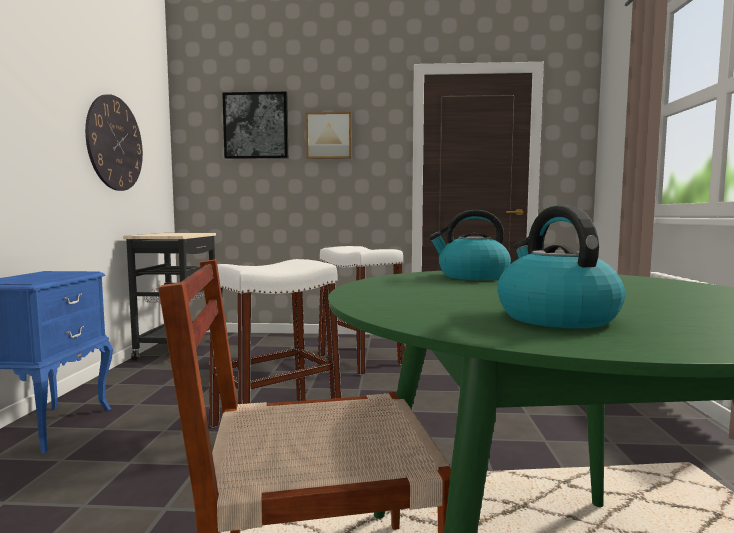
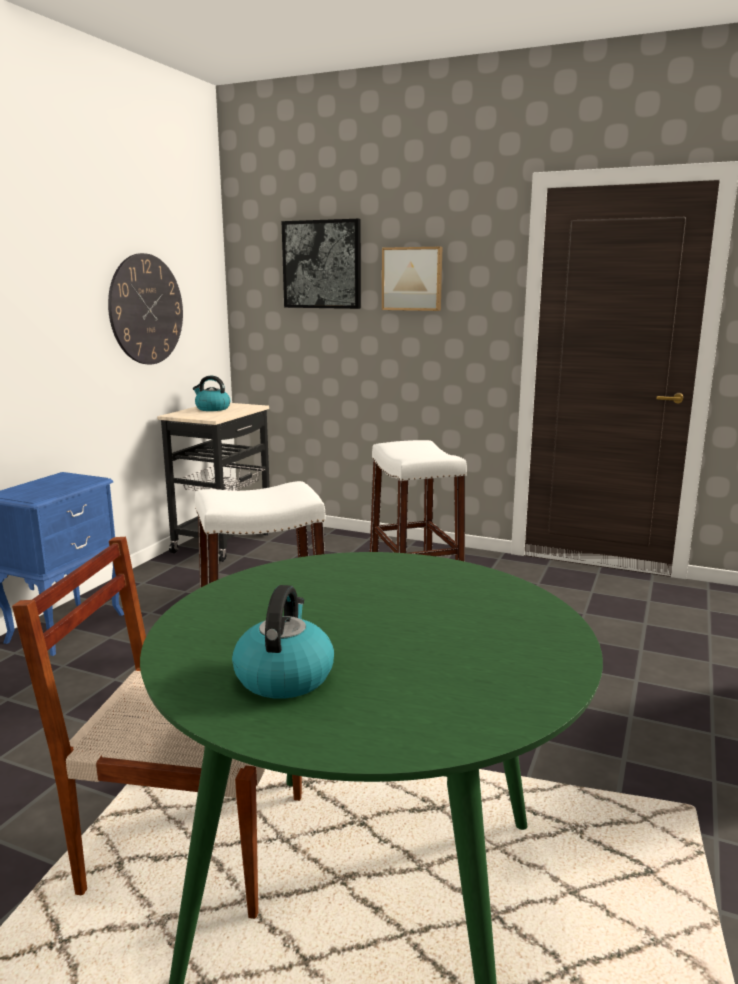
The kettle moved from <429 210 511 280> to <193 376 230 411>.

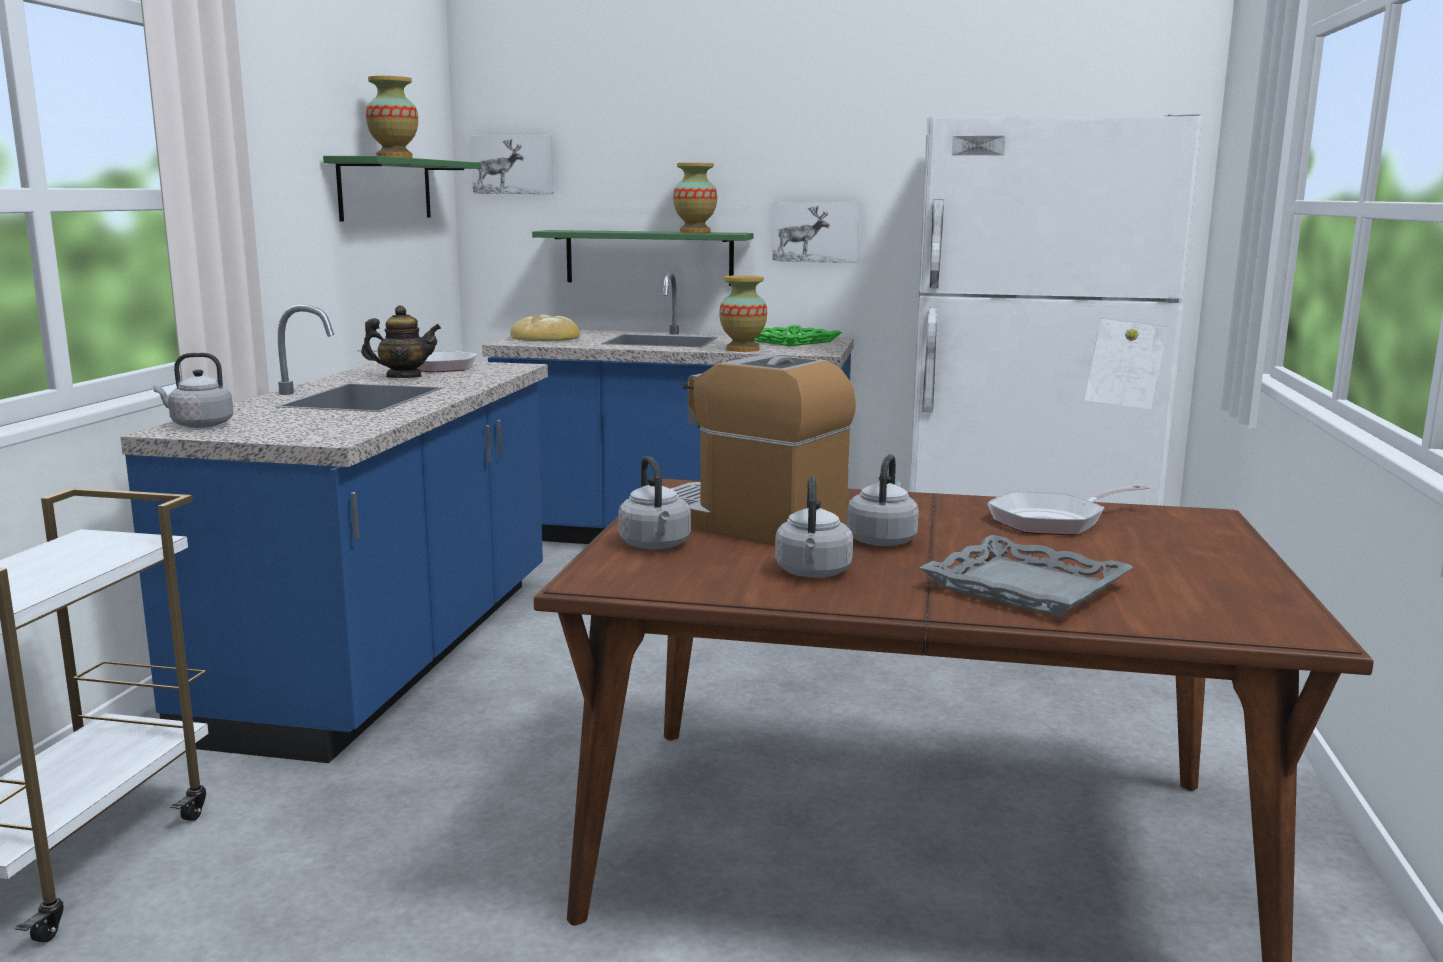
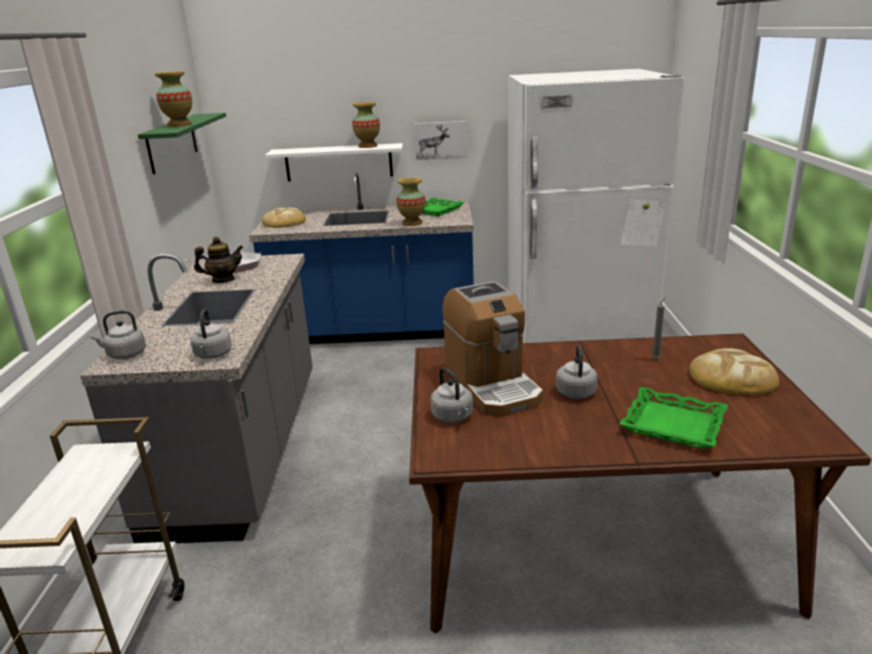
The blue counter at <120 305 548 763> became the grey counter at <80 254 313 543>.
The grey kettle moved from <775 476 853 578> to <190 309 232 359>.
The green shelf at <532 230 754 286> became the white shelf at <265 143 403 181>.
The coffee machine at <671 354 856 546> turned 135 degrees counterclockwise.
The grey tray at <919 535 1133 617> became the green tray at <620 387 728 449>.
The frying pan at <987 484 1150 535> was replaced by the grey candle at <652 298 665 360>.
The bread at <689 348 779 395> appeared.
The picture at <471 136 553 194> disappeared.

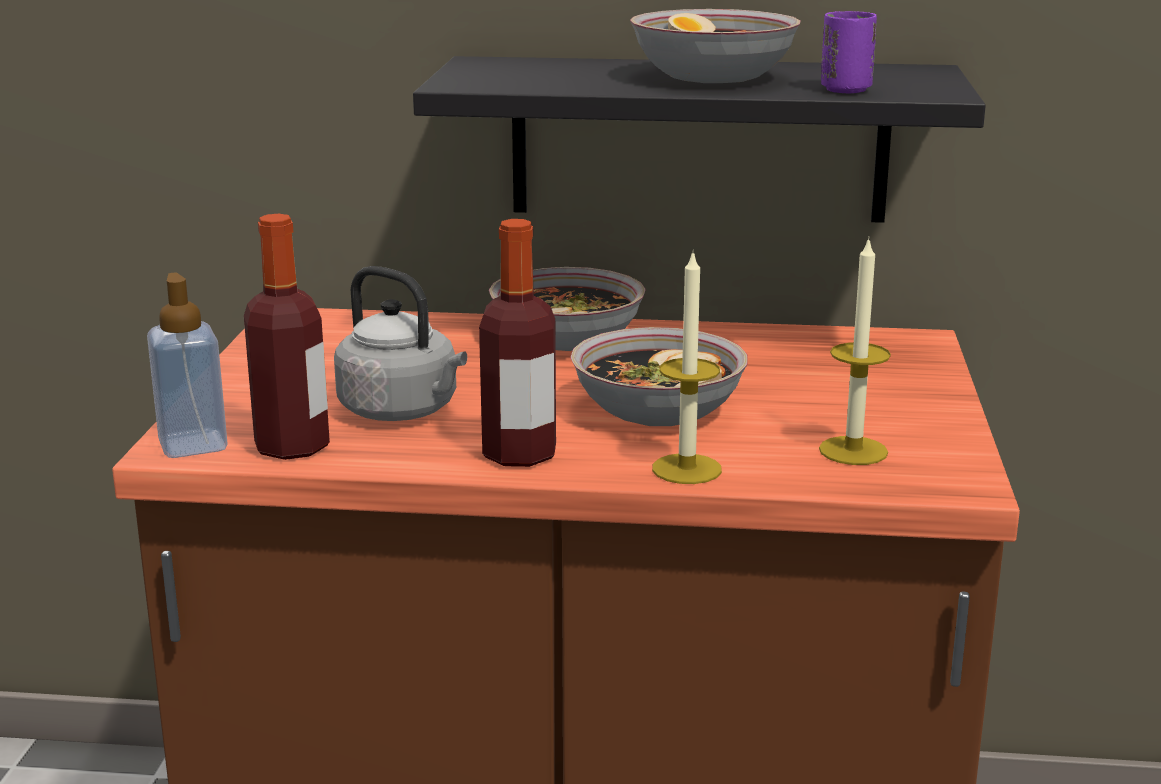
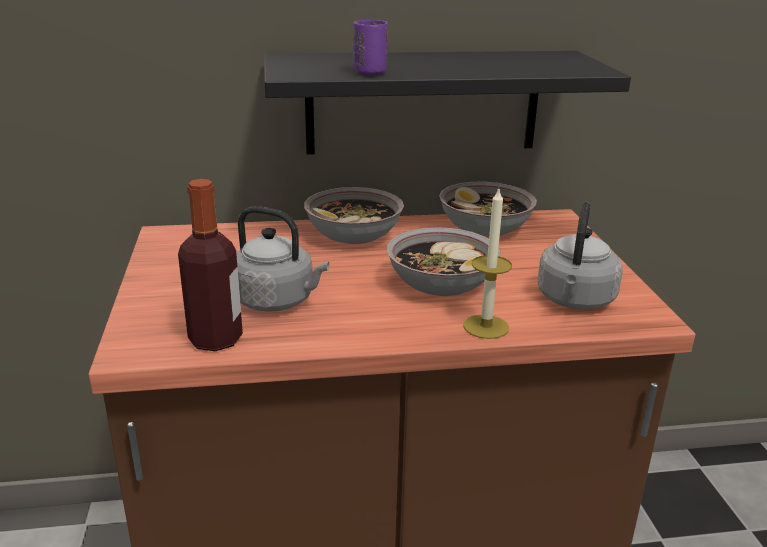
The purple cup moved from <821 11 877 93> to <353 20 388 76>.
The bowl moved from <630 9 801 83> to <439 182 537 237>.
The candle at <819 237 891 465> was replaced by the grey kettle at <538 202 623 310>.
The soap dispenser at <147 273 228 458> disappeared.
The bottle at <479 219 556 467> disappeared.

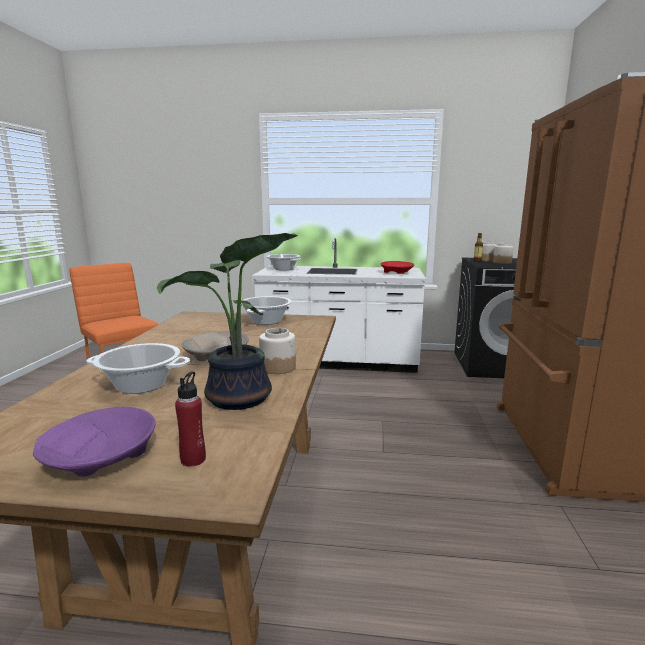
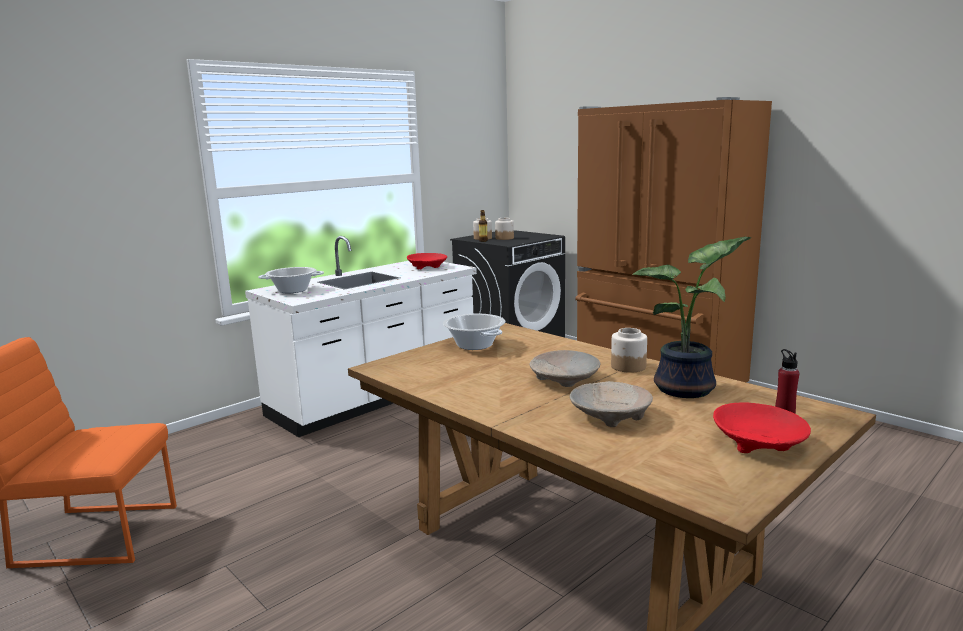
The cooking pot at <86 343 190 394> was replaced by the beige bowl at <570 381 653 427>.
The purple bowl at <33 407 156 477> became the red bowl at <713 402 811 453>.

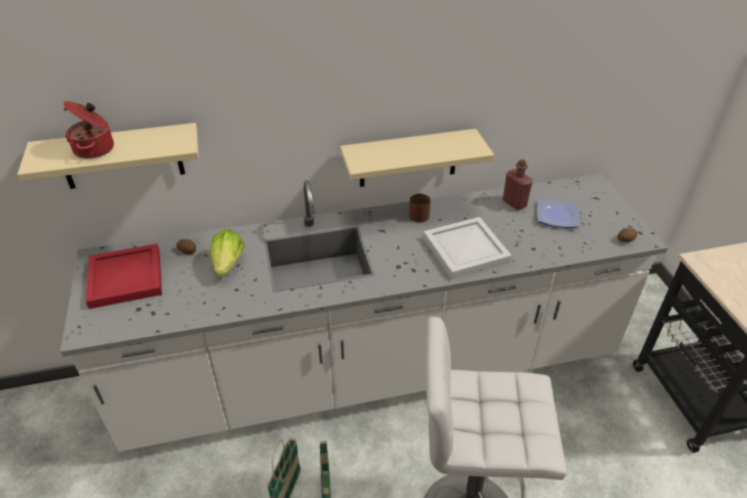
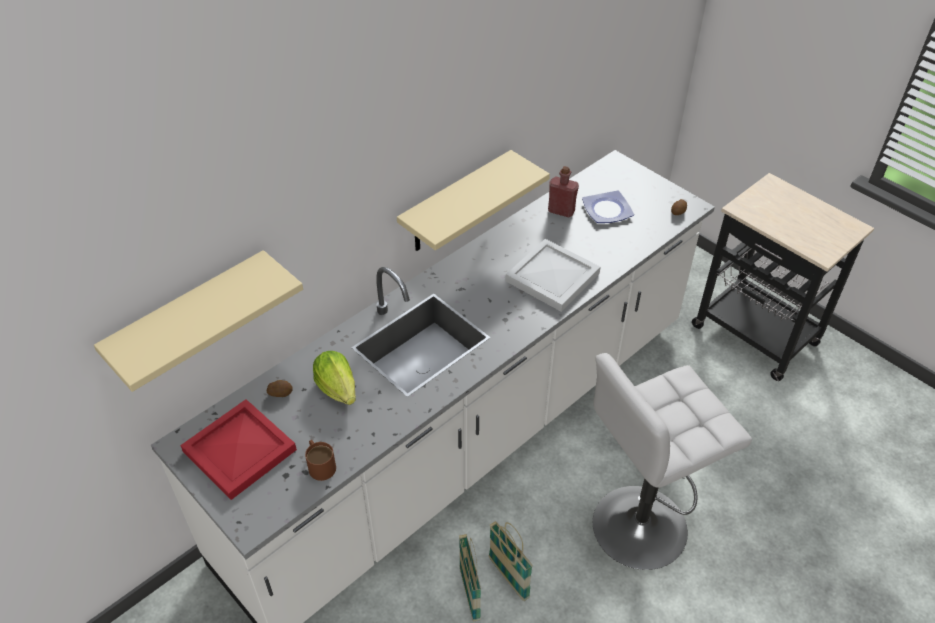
The brown mug moved from <409 193 431 222> to <305 440 336 481>.
The cooking pot at <63 101 114 159> disappeared.

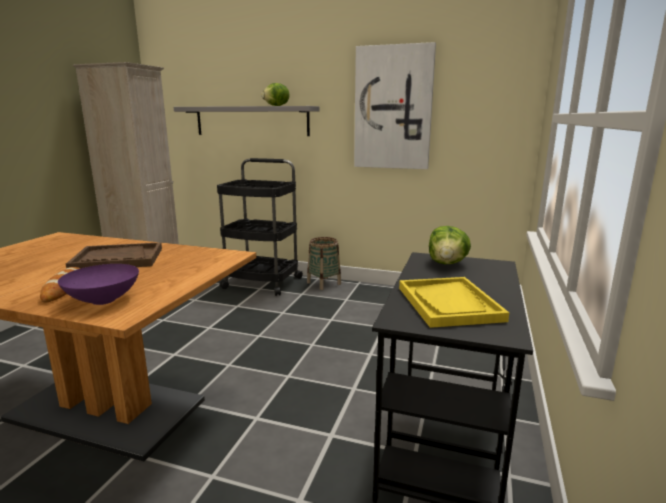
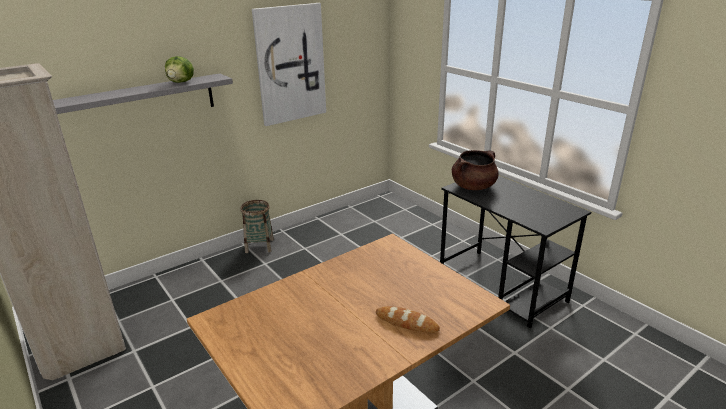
The lettuce at <429 226 471 264> was replaced by the brown cooking pot at <452 150 499 190>.
The purple bowl at <58 264 139 305> disappeared.
The brown tray at <66 242 162 269> disappeared.
The black cart at <217 158 303 296> disappeared.
The yellow tray at <399 277 509 328> disappeared.

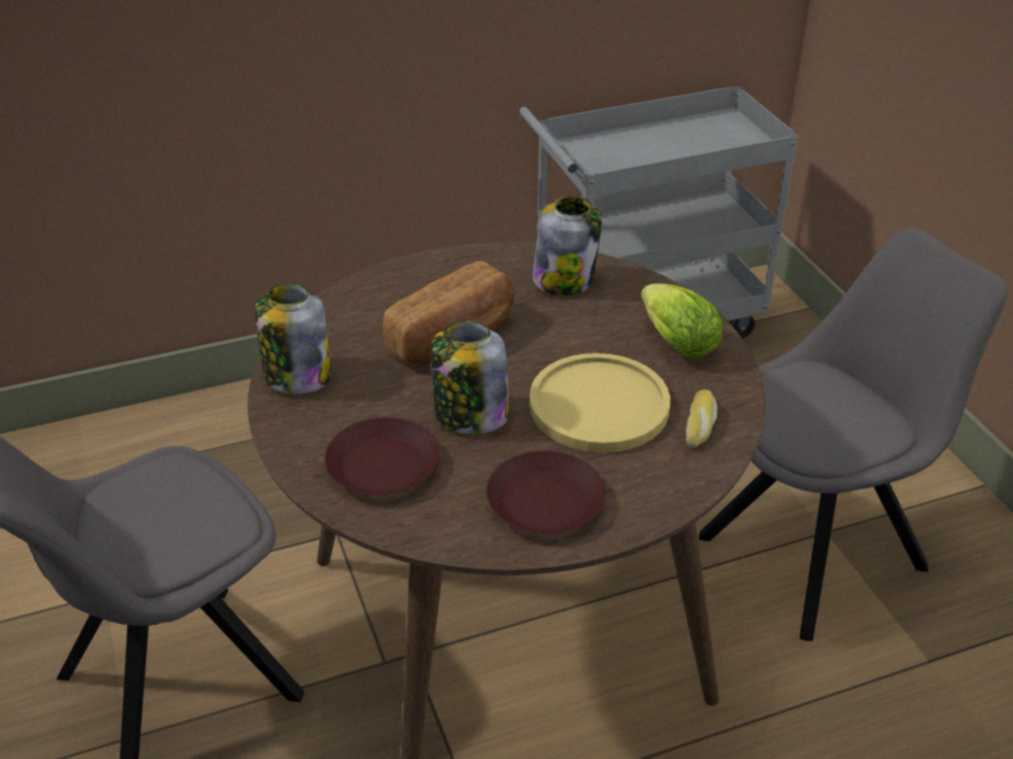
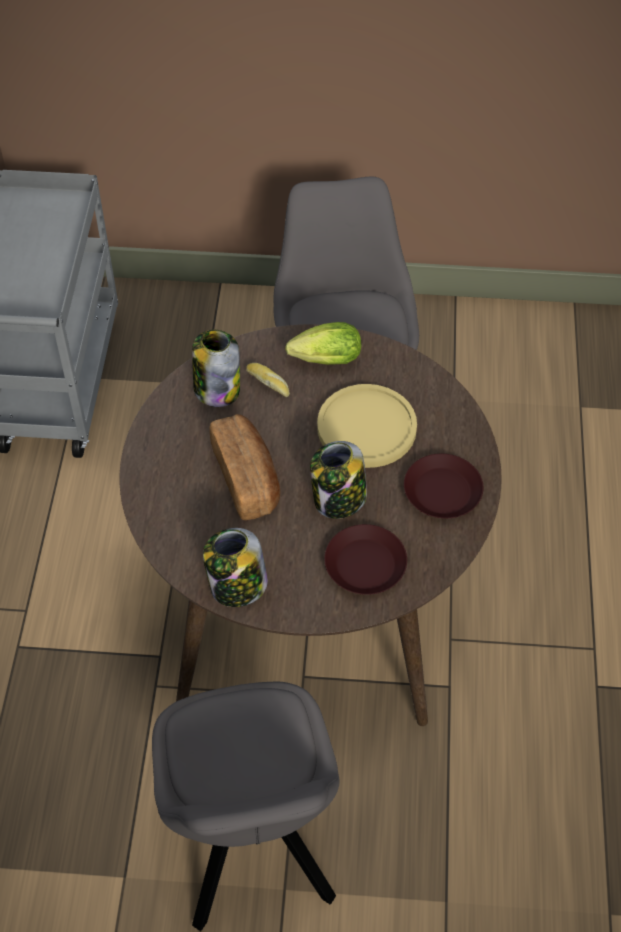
The bread moved from <686 390 717 448> to <246 363 290 397>.

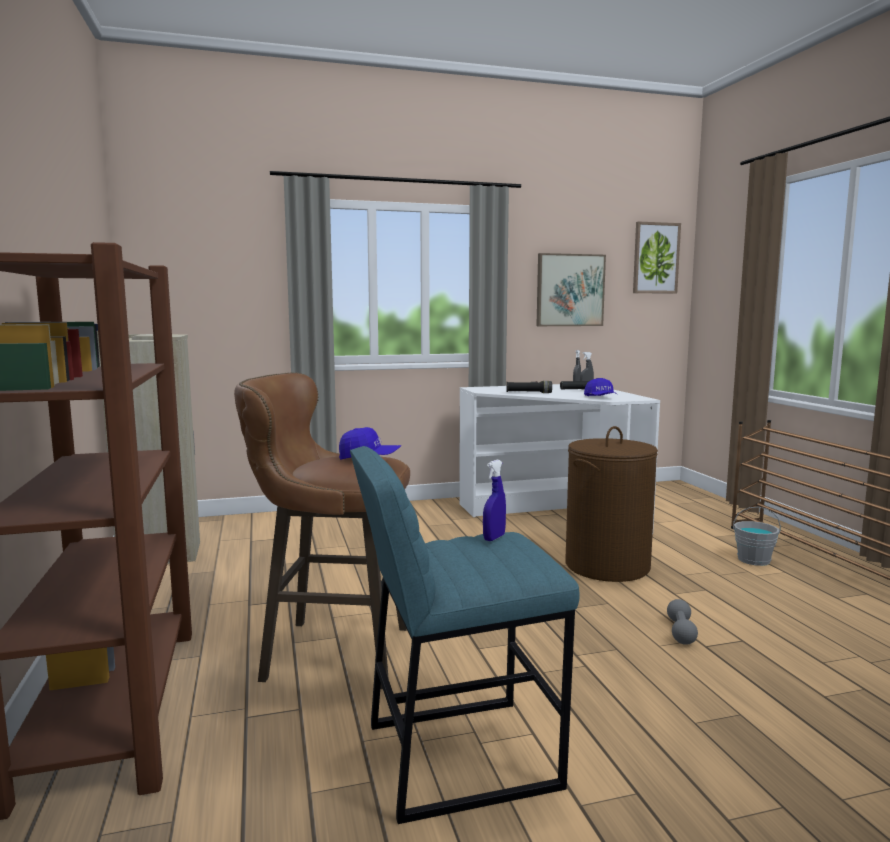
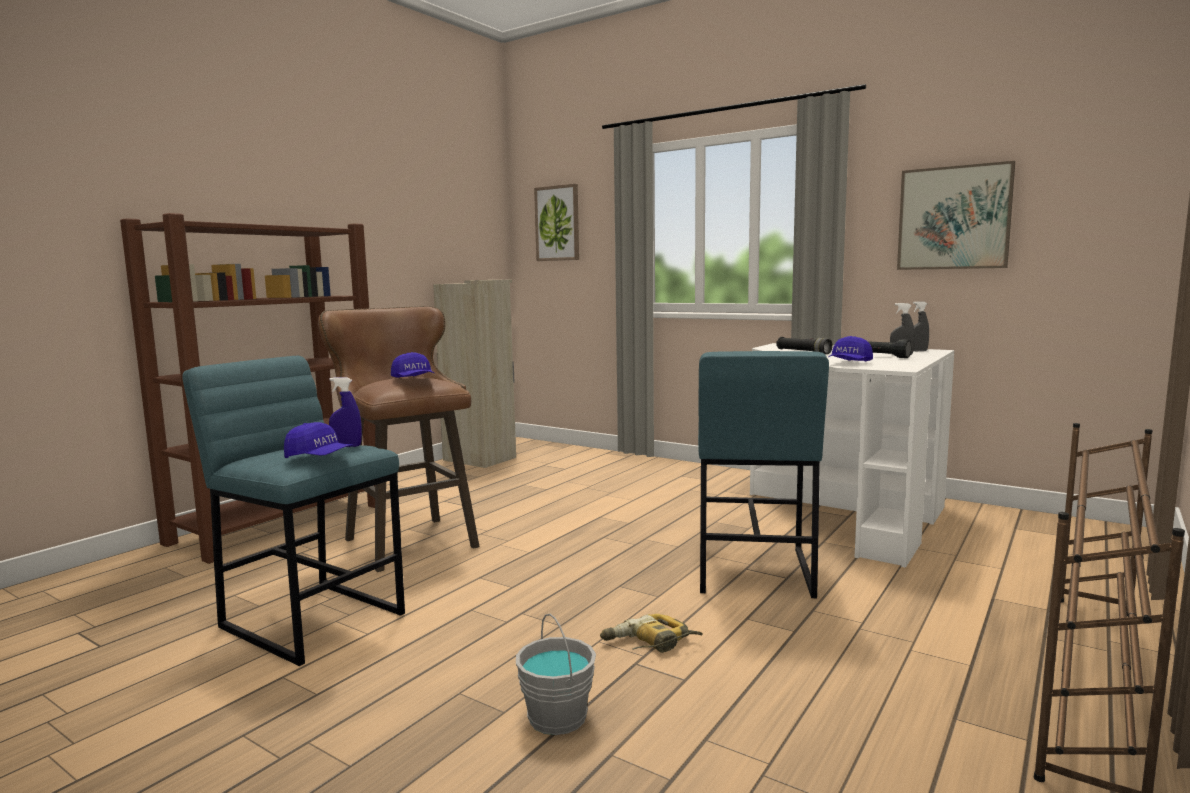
The blue cap at <284 422 354 458> appeared.
The grey bucket moved from <733 507 781 566> to <516 614 596 735>.
The picture moved from <633 221 681 294> to <534 184 579 261>.
The grey dumbbell at <667 599 698 645> was replaced by the power drill at <600 614 703 653>.
The brown laundry basket at <565 426 658 582> was replaced by the blue stool at <698 351 829 598>.

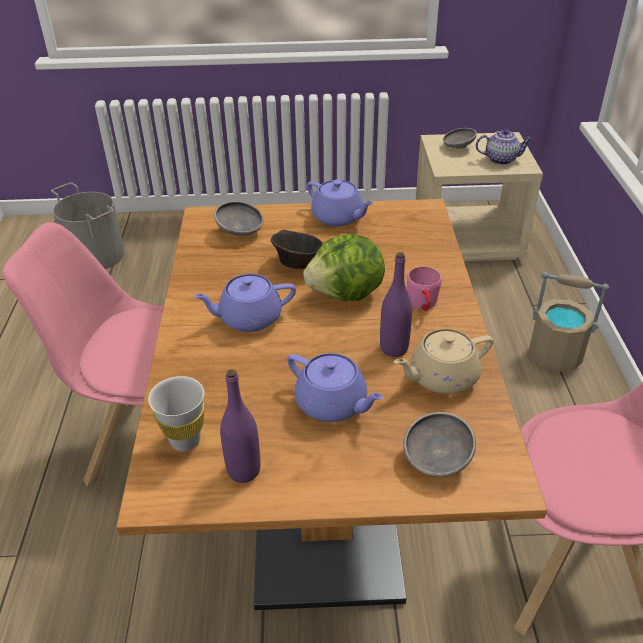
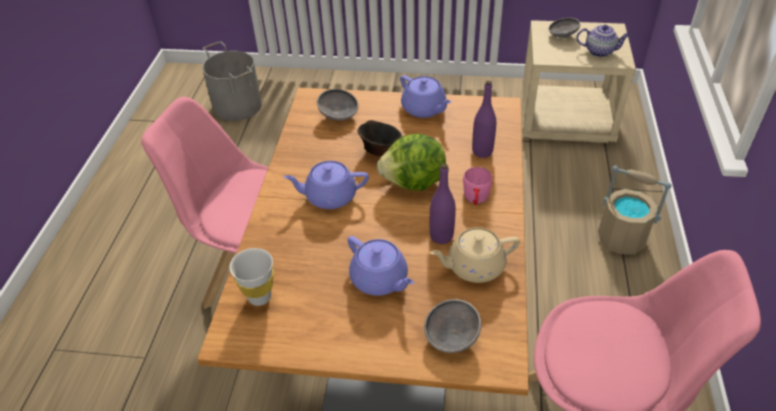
The purple bottle moved from <220 369 261 483> to <472 81 496 158>.

